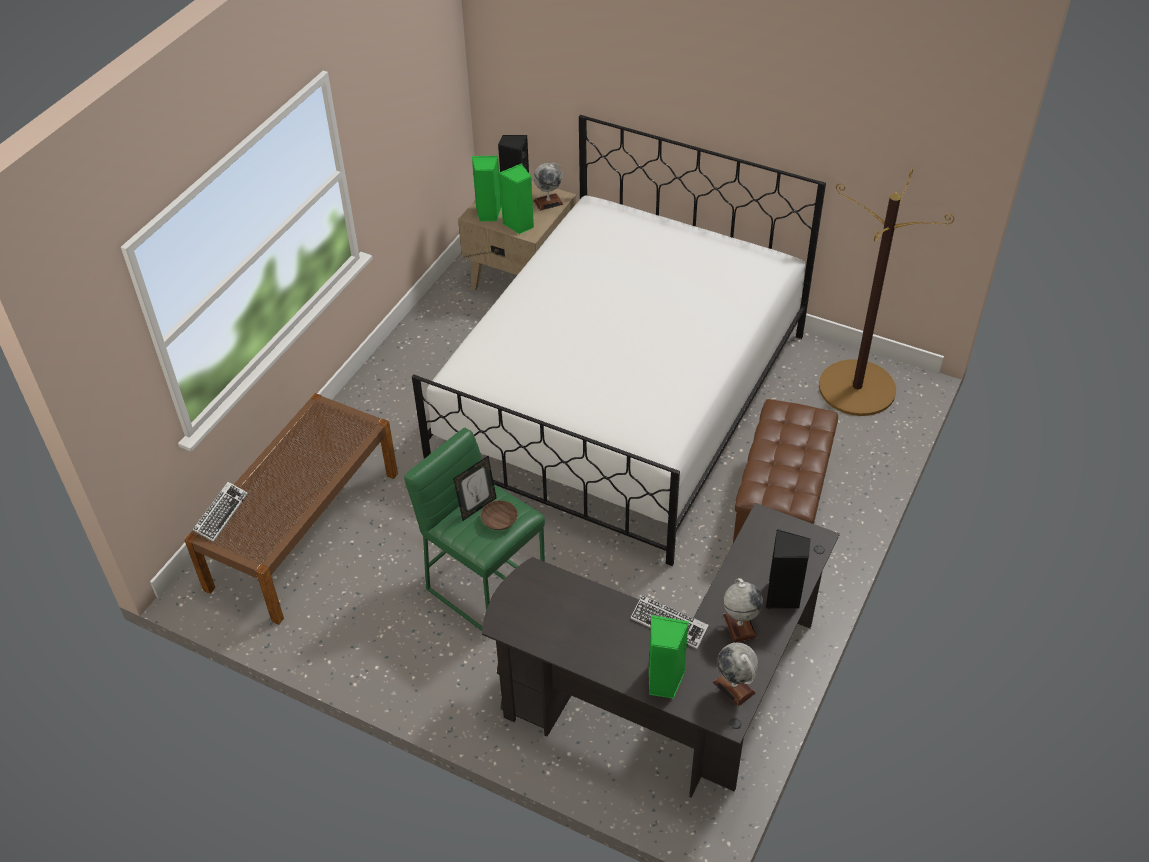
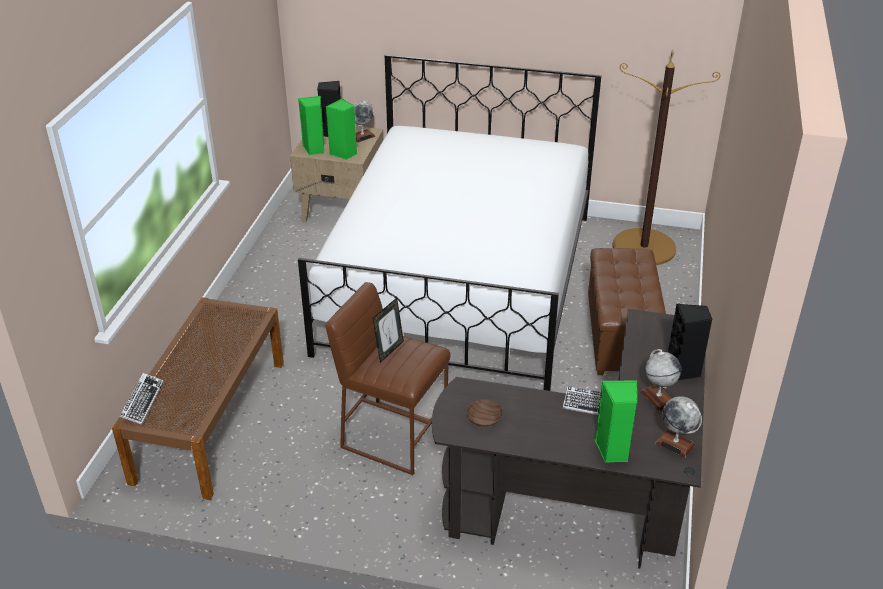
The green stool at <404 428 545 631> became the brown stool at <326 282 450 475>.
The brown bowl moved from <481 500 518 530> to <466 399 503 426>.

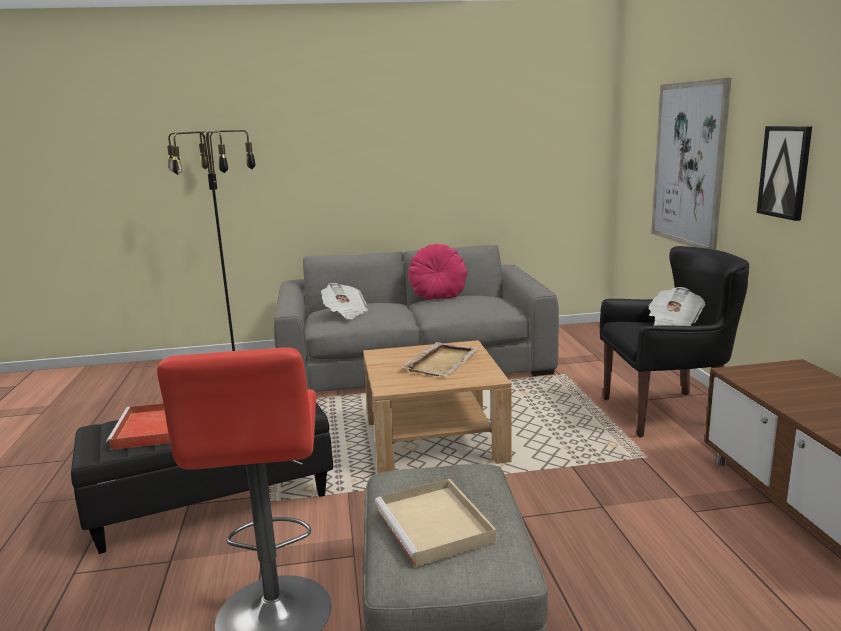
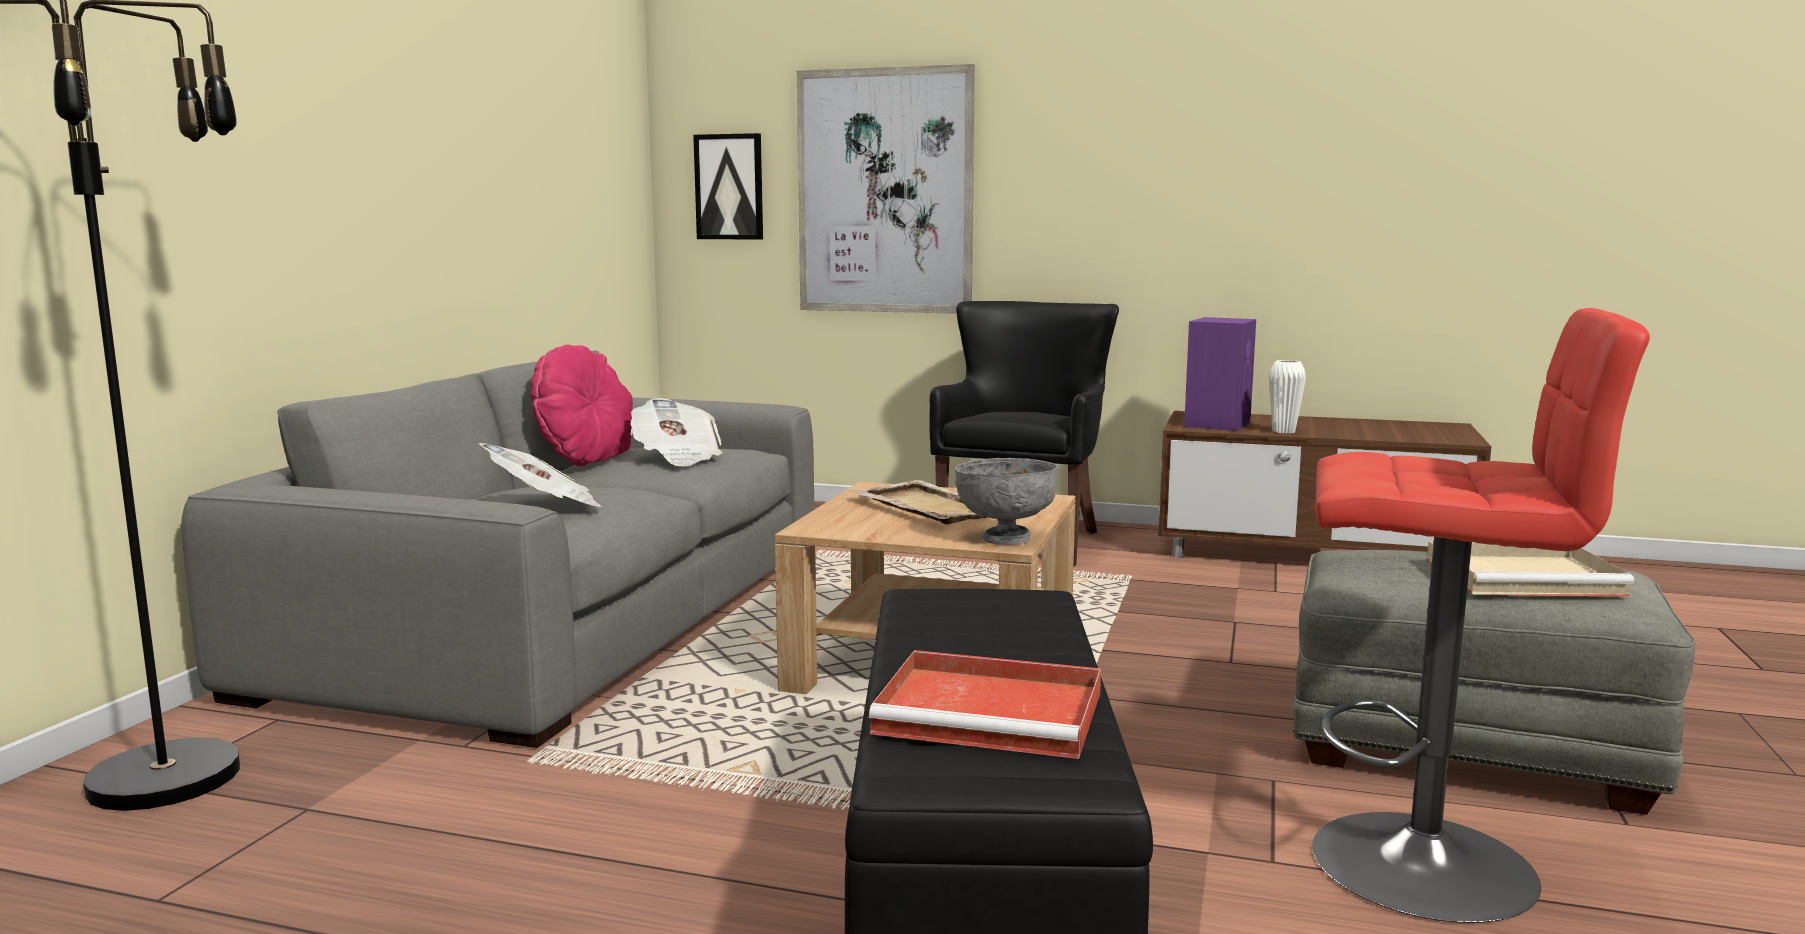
The newspaper moved from <649 287 705 326> to <630 398 722 467>.
The picture moved from <757 126 812 221> to <693 133 763 240>.
The grey bowl at <955 458 1058 545> appeared.
The purple speaker at <1184 317 1256 431> appeared.
The white vase at <1269 360 1306 433> appeared.

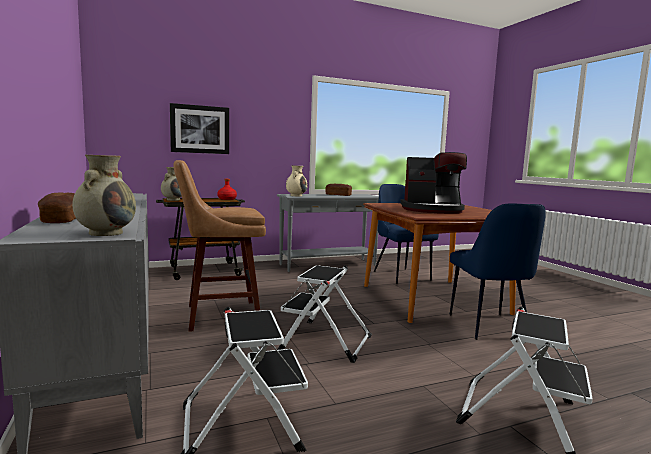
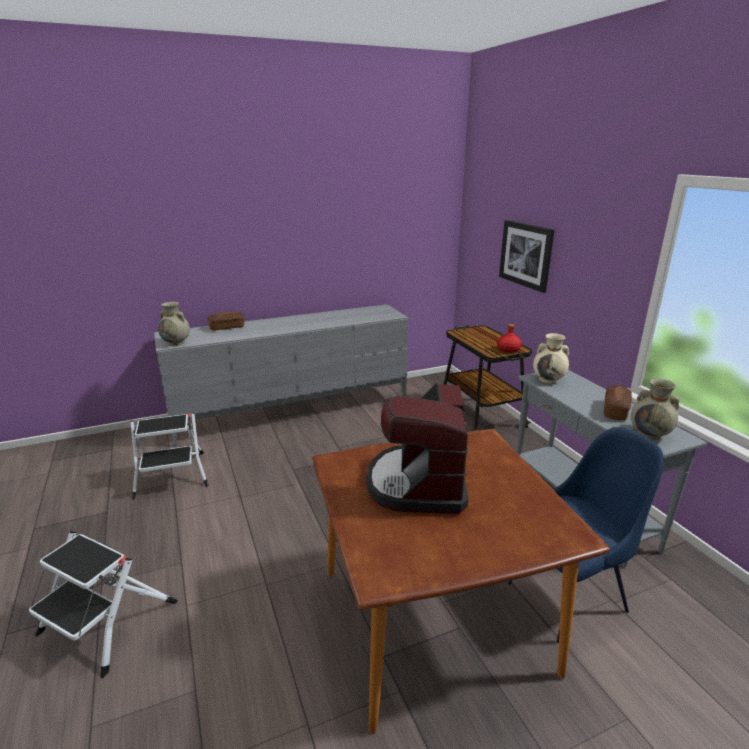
The beige vase moved from <161 167 182 201> to <631 378 679 440>.
The brown stool at <173 160 266 332> disappeared.
The step ladder at <277 265 372 363> disappeared.
The blue chair at <450 203 546 340> disappeared.

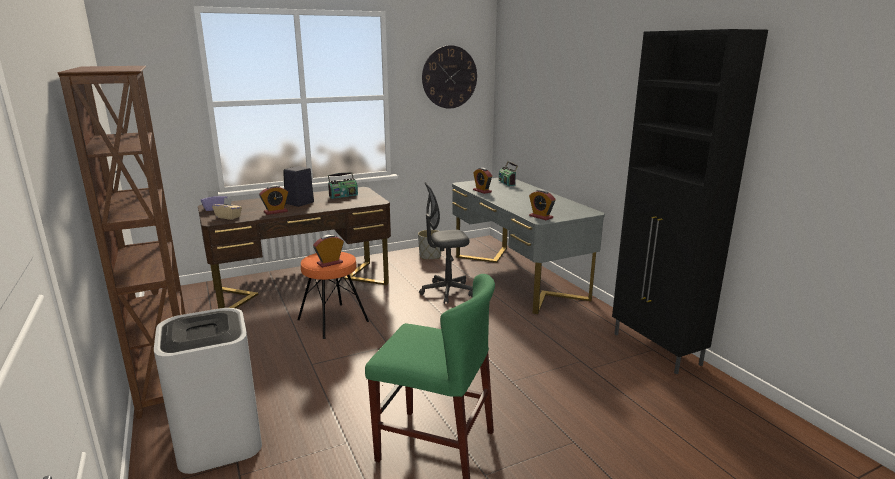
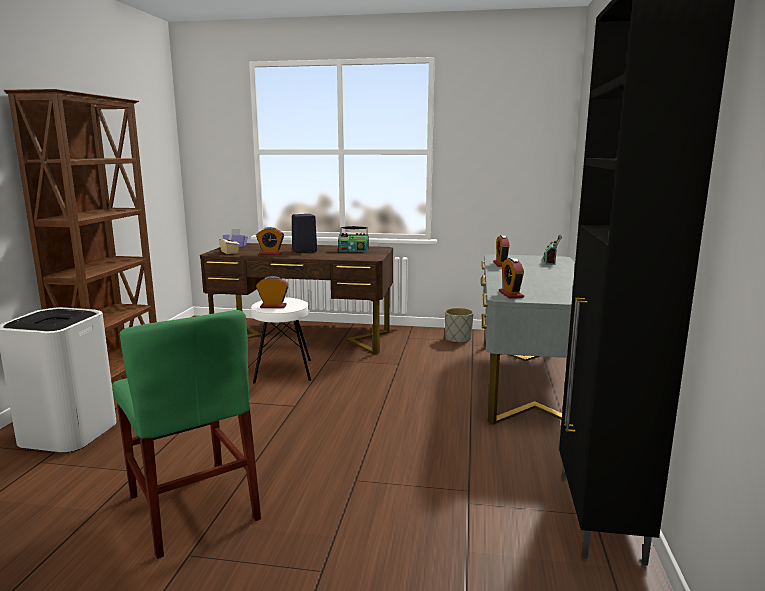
The orange stool at <297 252 369 339> became the white stool at <251 298 311 383>.
The grey office chair at <419 182 473 304> disappeared.
The wall clock at <422 45 477 109> disappeared.

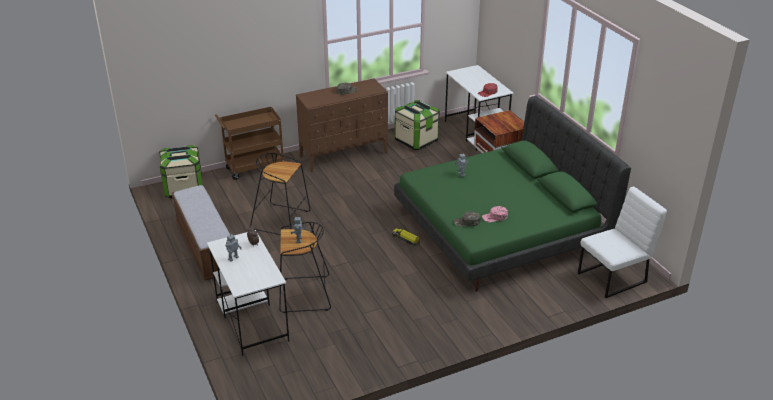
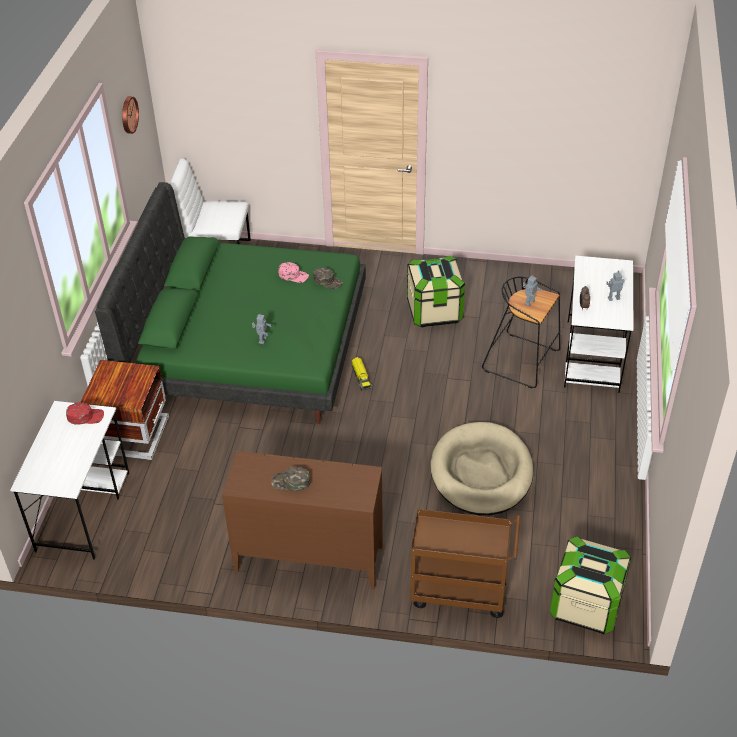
The wall clock at <122 96 139 134> appeared.
The storage box moved from <395 100 439 150> to <407 256 465 327>.
The black stool at <250 153 311 235> was replaced by the beige dog bed at <431 422 533 515>.
The bench at <172 185 230 281> disappeared.

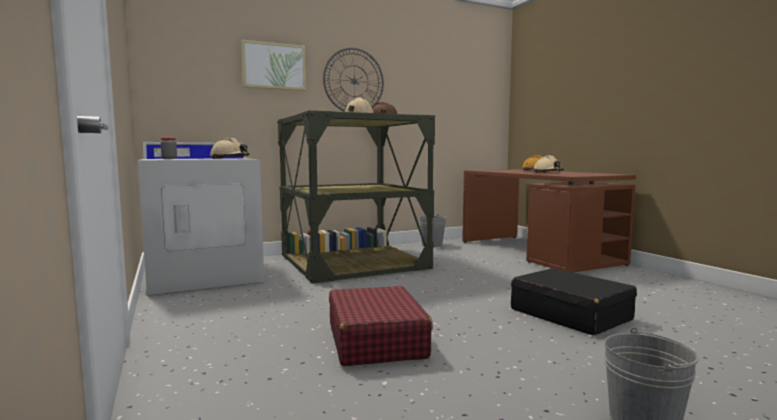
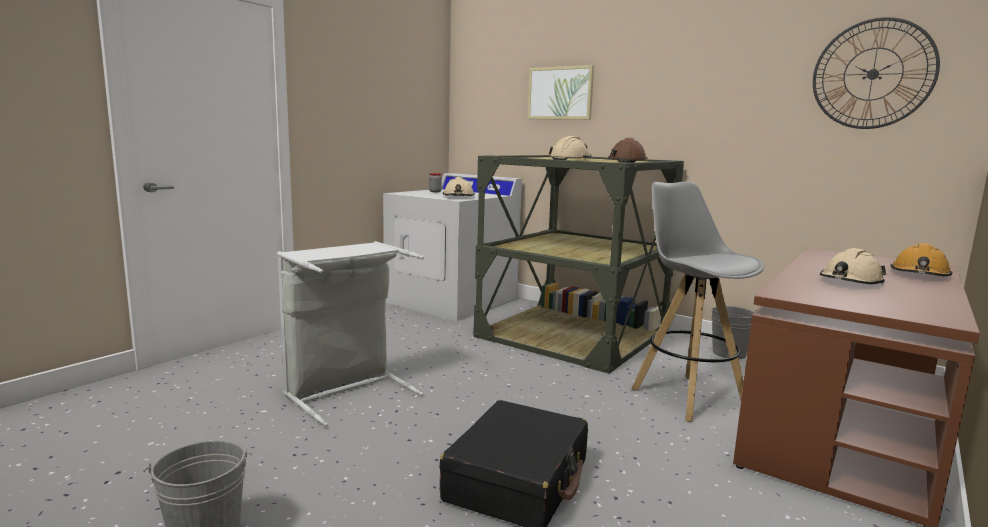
The red suitcase at <329 286 433 366> was replaced by the grey laundry basket at <277 241 424 427>.
The grey stool at <632 181 764 422> appeared.
The wall clock moved from <323 48 384 112> to <813 17 940 129>.

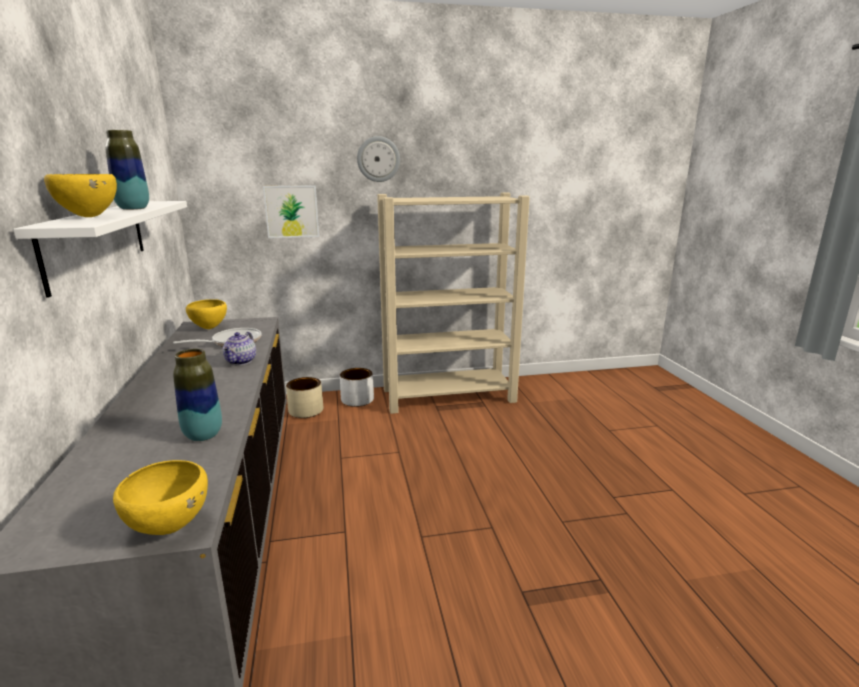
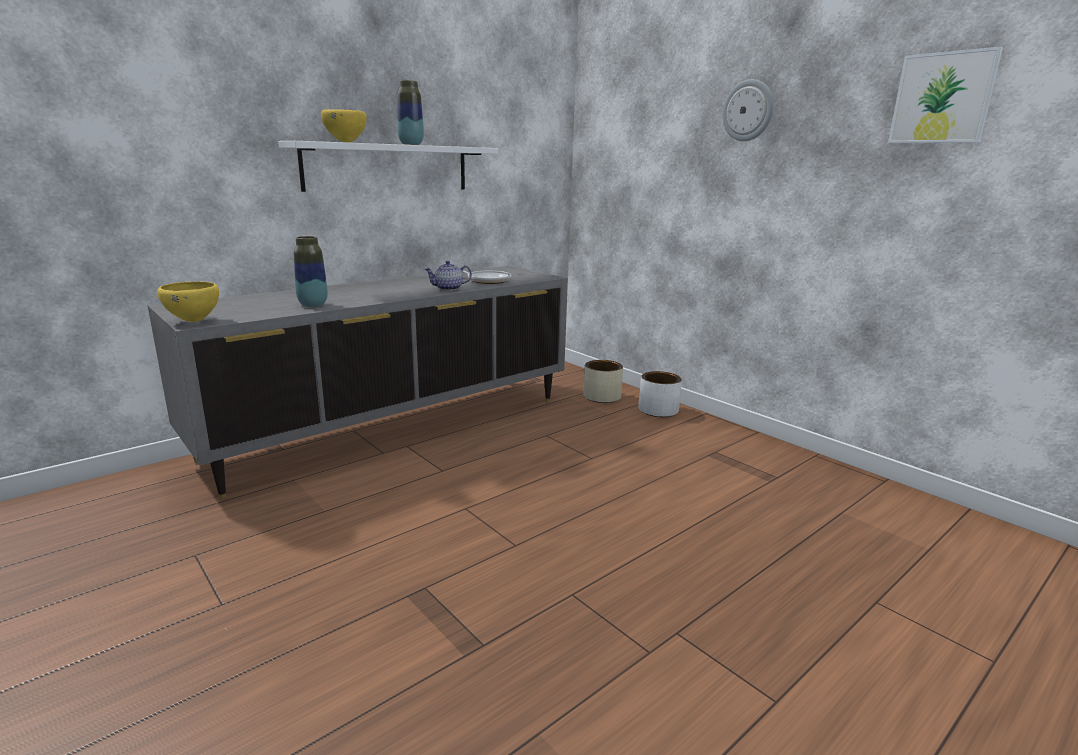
The picture moved from <263 185 319 238> to <888 47 1003 143>.
The yellow bowl at <186 299 227 329> disappeared.
The beige bookcase at <377 192 530 414> disappeared.

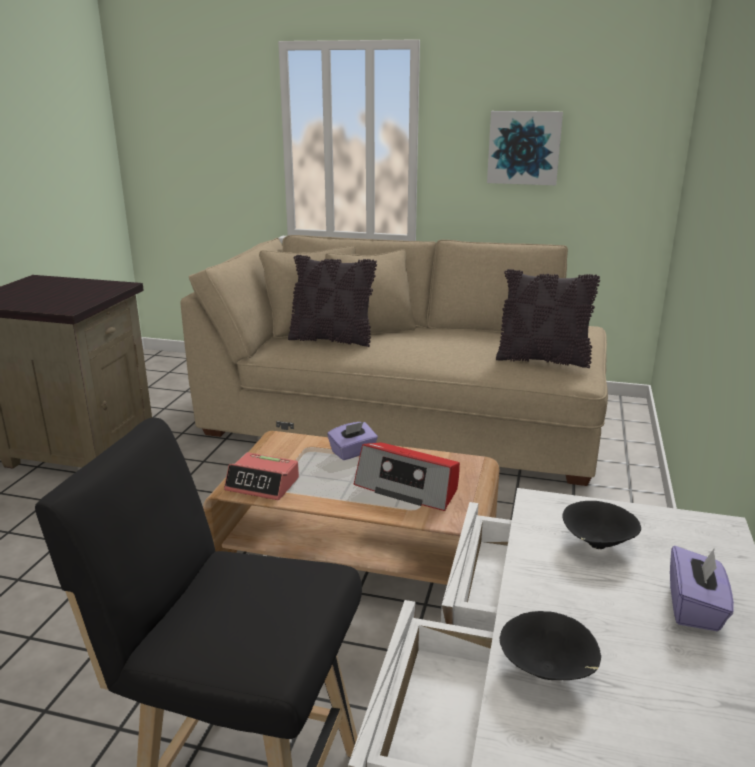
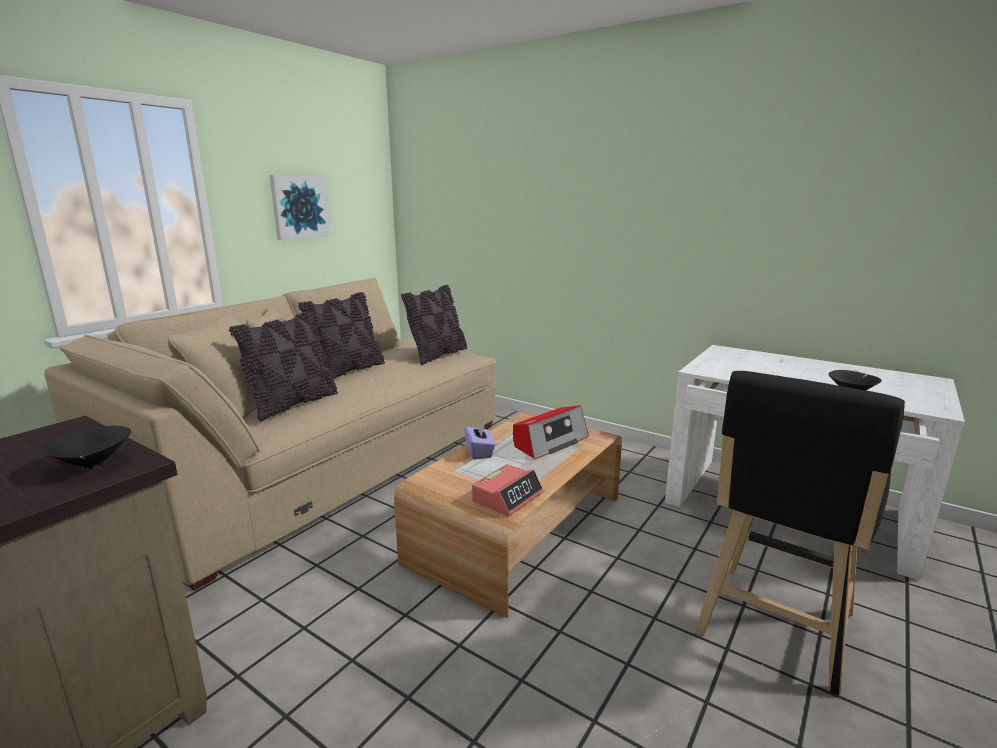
The black bowl moved from <562 501 641 549> to <40 426 131 469>.
The black pillow at <298 292 385 379> appeared.
The purple tissue box at <670 546 734 631> disappeared.

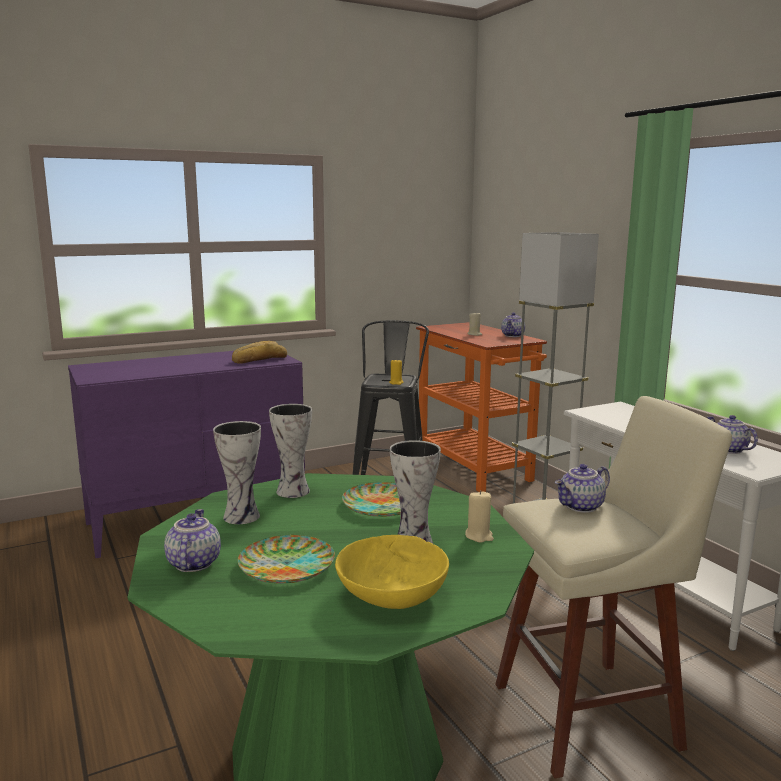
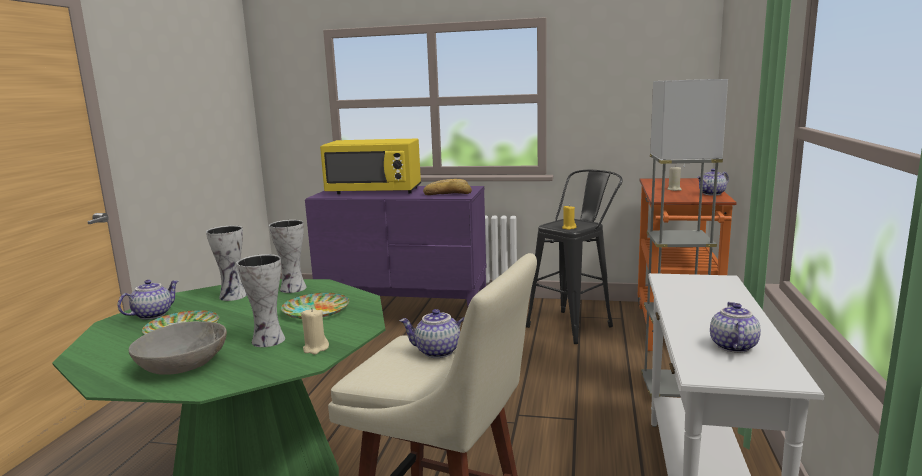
The yellow bowl at <335 535 449 609> became the grey bowl at <129 321 227 375>.
The yellow microwave at <320 139 421 194> appeared.

